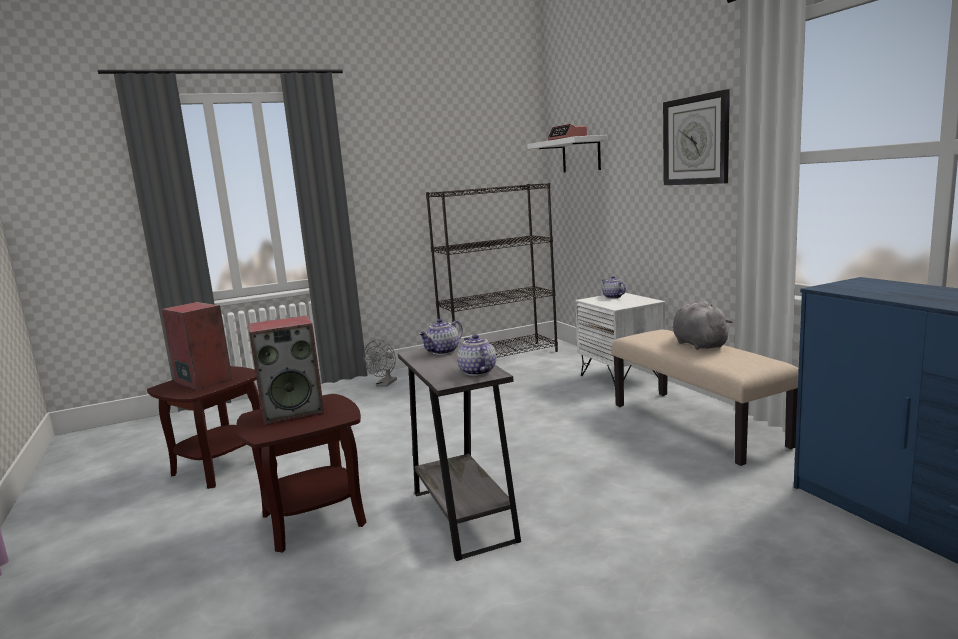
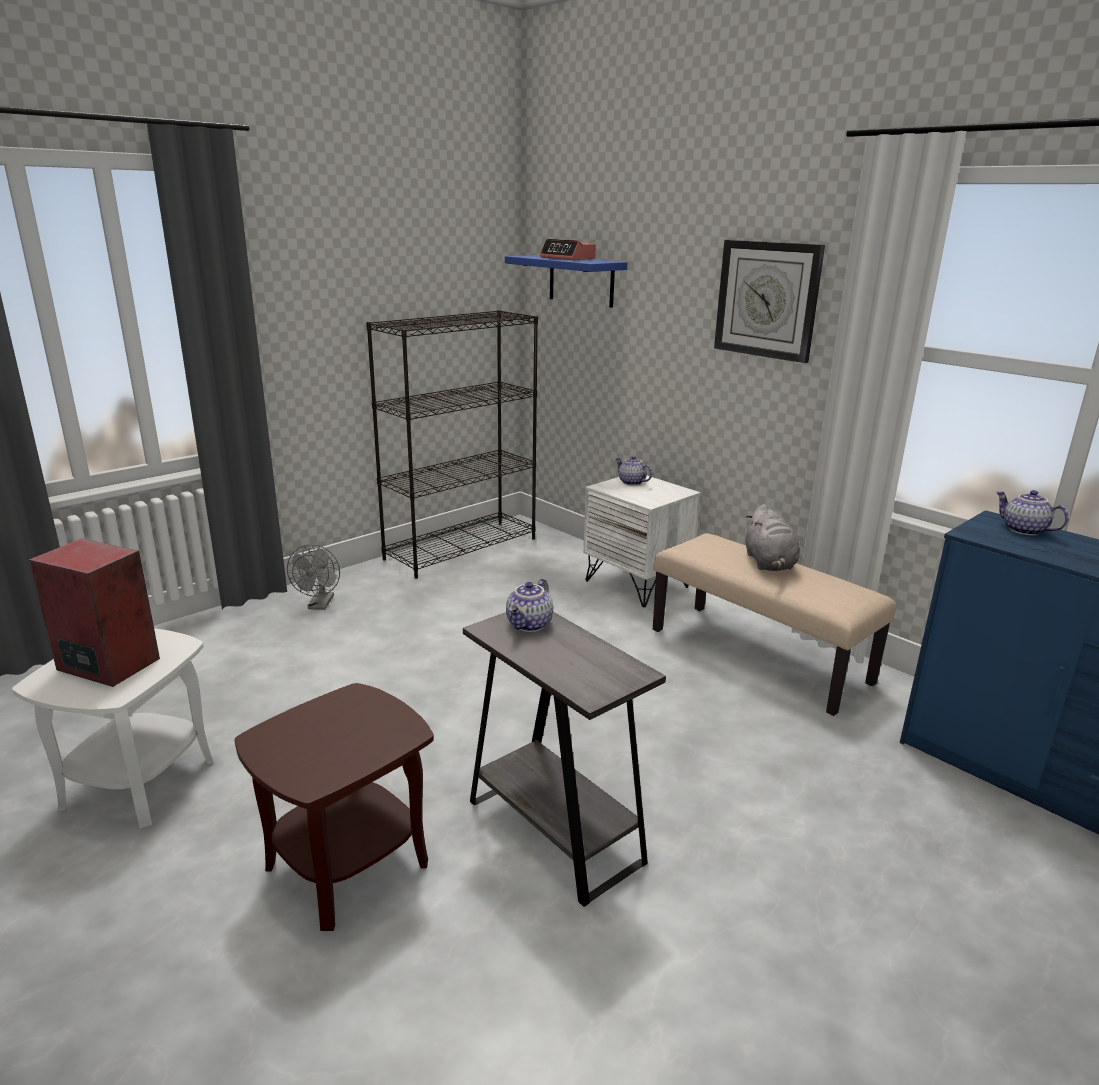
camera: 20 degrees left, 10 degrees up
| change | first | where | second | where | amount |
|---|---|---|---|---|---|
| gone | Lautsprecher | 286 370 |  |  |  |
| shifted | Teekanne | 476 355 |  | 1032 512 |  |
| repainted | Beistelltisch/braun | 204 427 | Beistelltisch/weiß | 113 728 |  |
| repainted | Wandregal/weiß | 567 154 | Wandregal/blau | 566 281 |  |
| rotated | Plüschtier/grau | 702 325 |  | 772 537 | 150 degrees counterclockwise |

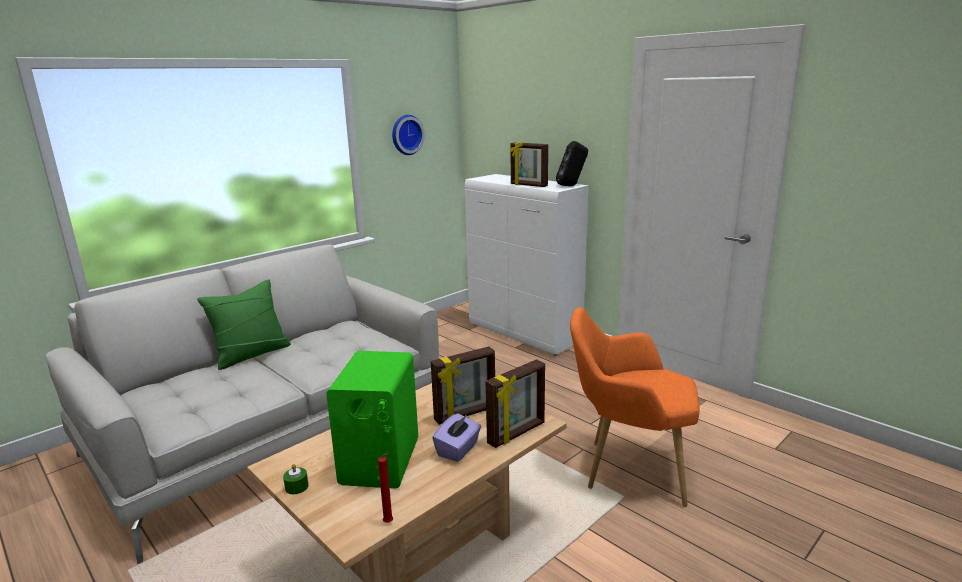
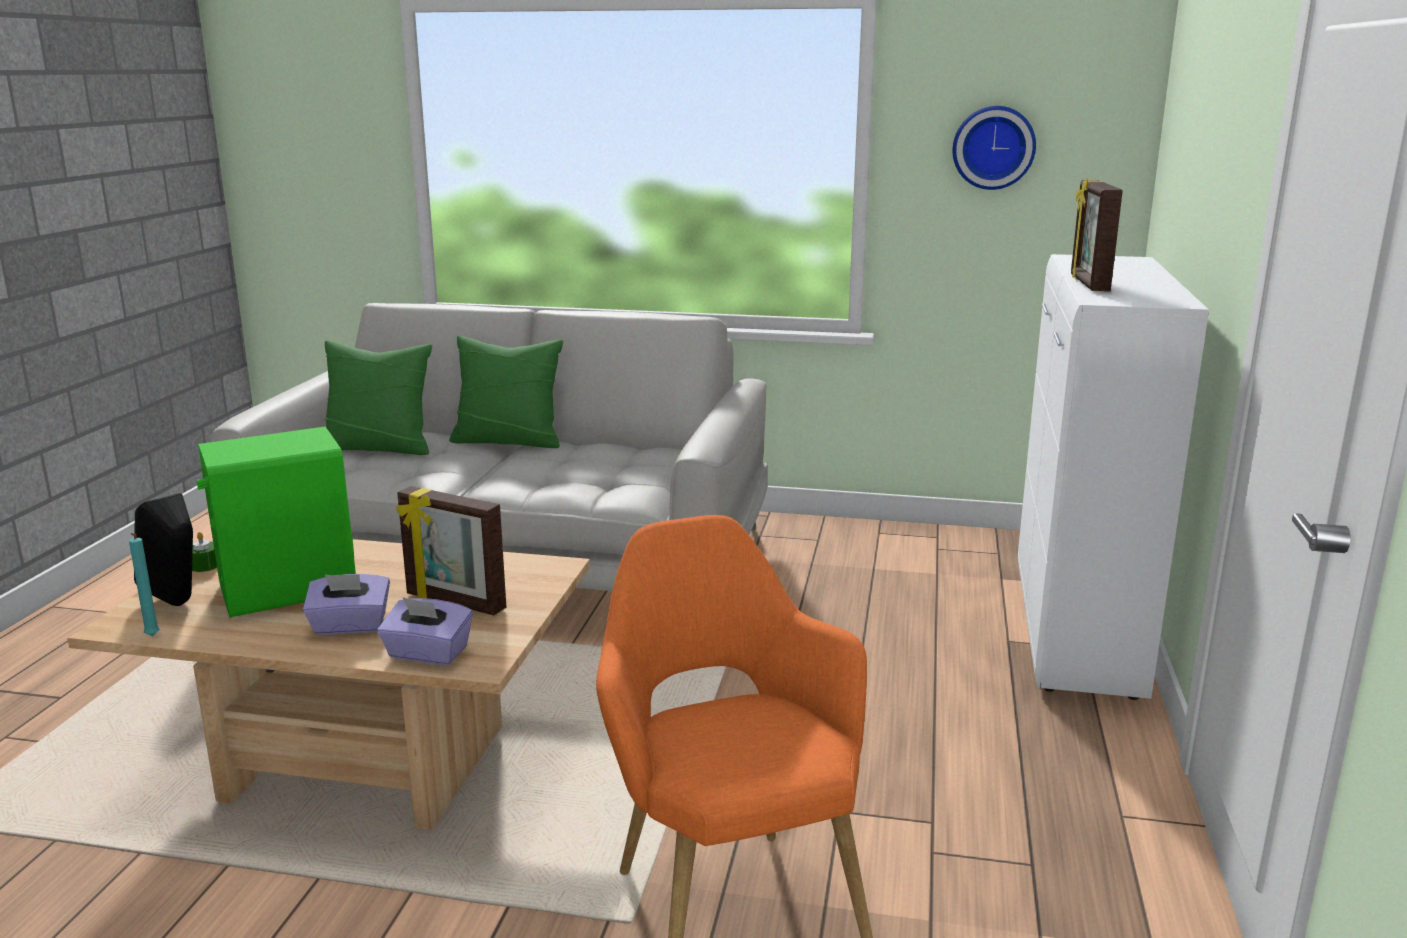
camera: 55 degrees right, 0 degrees up
| change | first | where | second | where | amount |
|---|---|---|---|---|---|
| new |  |  | Kissen/grün | 378 398 |  |
| shifted | Lautsprecher/schwarz | 572 163 |  | 163 549 |  |
| swapped | Bilderrahmen | 515 403 | Taschentuchbox/lila | 425 631 |  |
| repainted | Kerze/rot | 385 488 | Kerze/türkis | 144 584 |  |

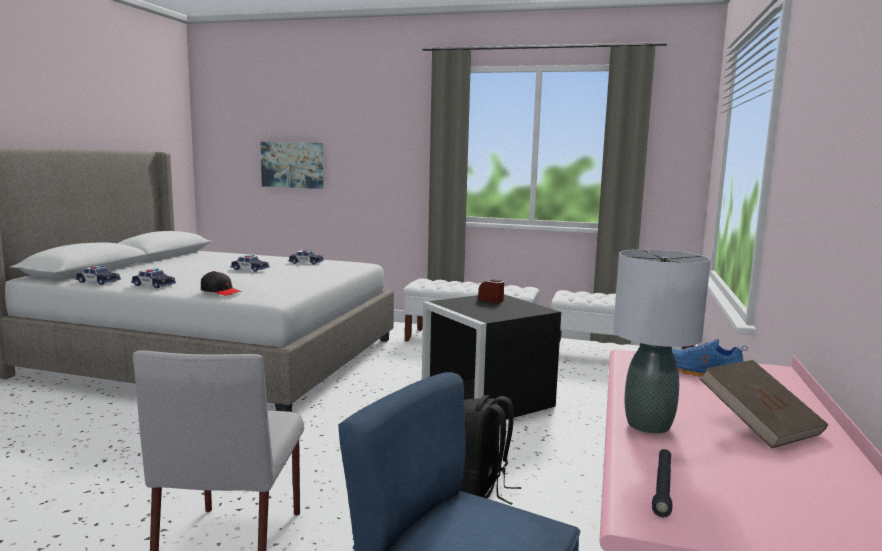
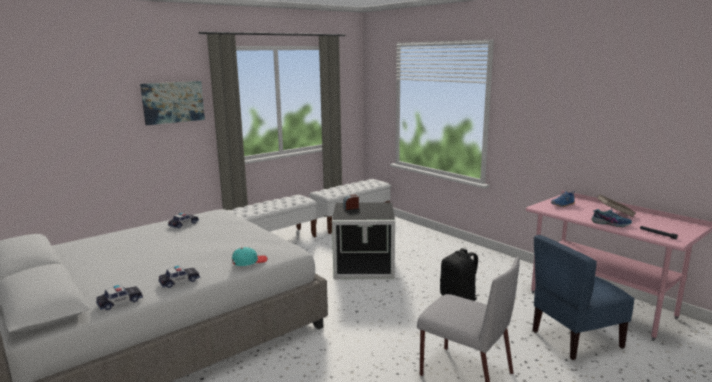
camera: 55 degrees left, 5 degrees up
| change | first | where | second | where | amount |
|---|---|---|---|---|---|
| gone | Spielzeugauto | 250 263 |  |  |  |
| shifted | Bild | 291 165 |  | 172 103 |  |
| swapped | Tischlampe/grau | 662 341 | Schuh | 611 217 |  |
| repainted | Kappe/schwarz | 221 283 | Kappe/türkis | 249 256 |  |

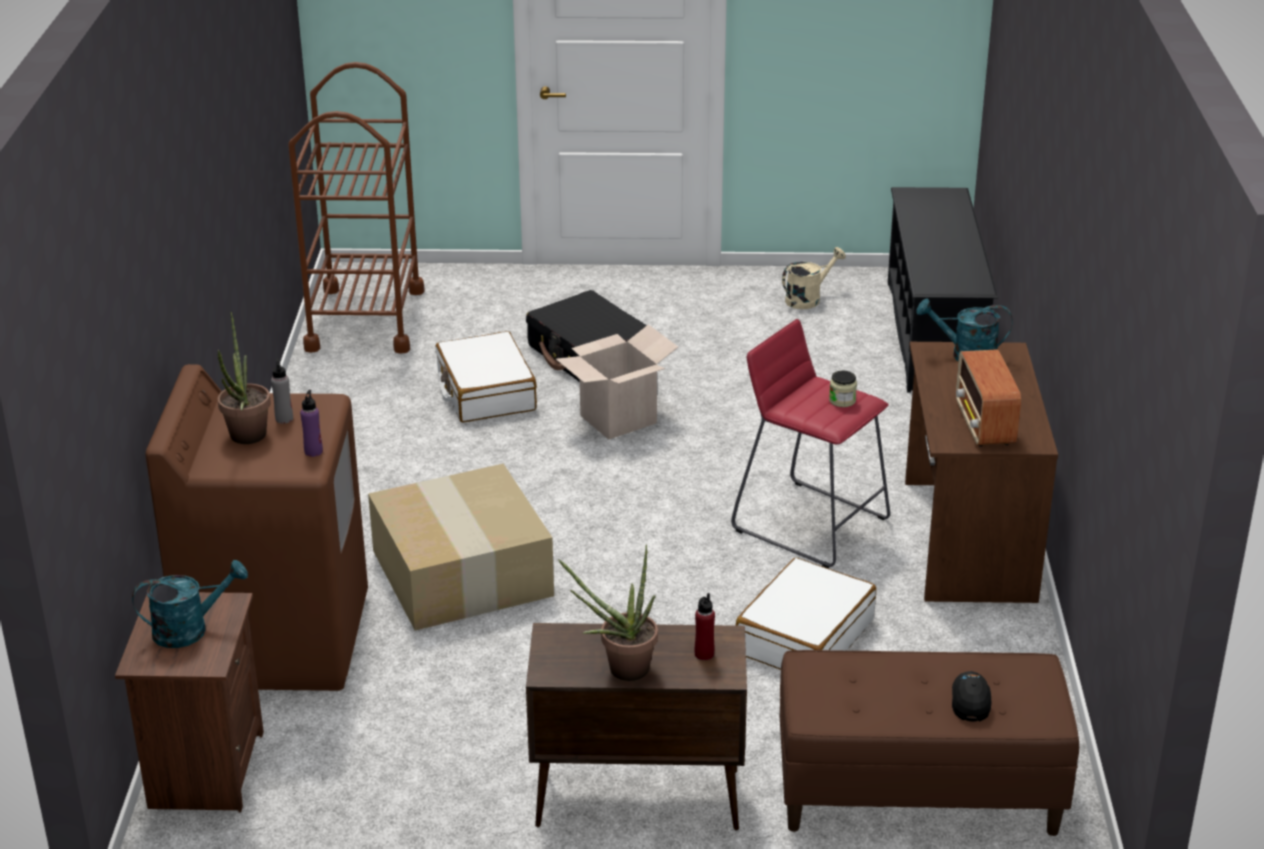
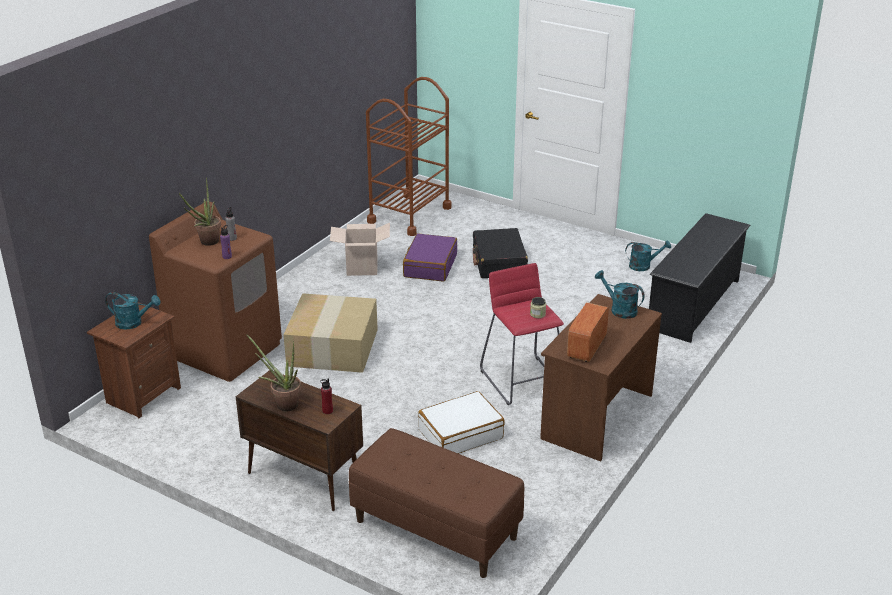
camera: 30 degrees right, 0 degrees up
| change | first | where | second | where | amount |
|---|---|---|---|---|---|
| gone | Kappe/schwarz | 971 696 |  |  |  |
| shifted | Karton | 617 381 |  | 360 249 |  |
| repainted | Koffer/weiß | 486 376 | Koffer/lila | 430 257 |  |
| repainted | Gießkanne/beige | 814 278 | Gießkanne/türkis | 648 255 |  |

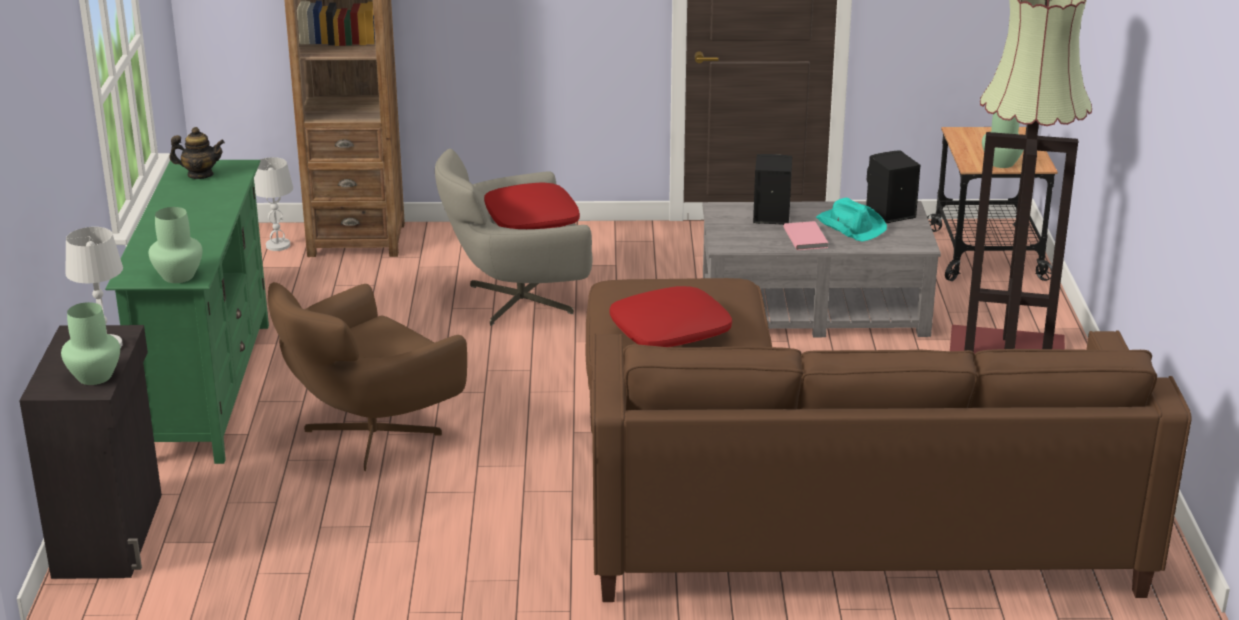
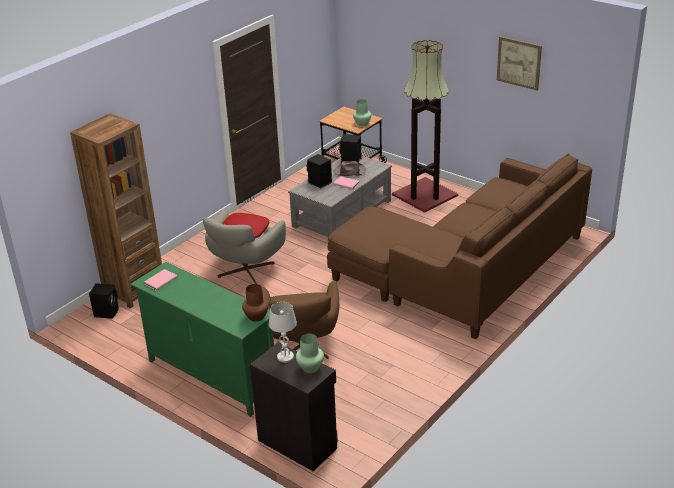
camera: 50 degrees left, 5 degrees up
| change | first | where | second | where | amount |
|---|---|---|---|---|---|
| gone | Kissen/rot | 670 316 |  |  |  |
| new |  |  | Bild | 519 63 |  |
| swapped | Teekanne | 197 153 | Buch/rosa | 160 279 |  |
| swapped | Tischlampe/weiß | 273 204 | Lautsprecher/schwarz | 104 301 |  |
| repainted | Vase/grün | 175 245 | Vase/braun | 255 303 |  |
| repainted | Hut/türkis | 851 220 | Hut/braun | 350 168 |  |

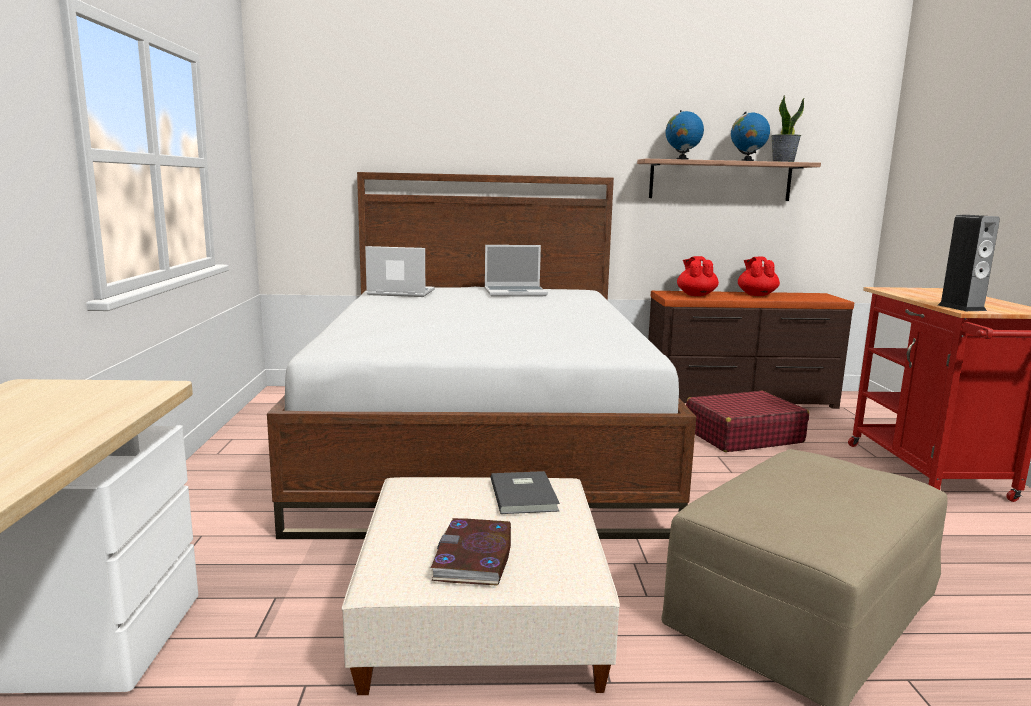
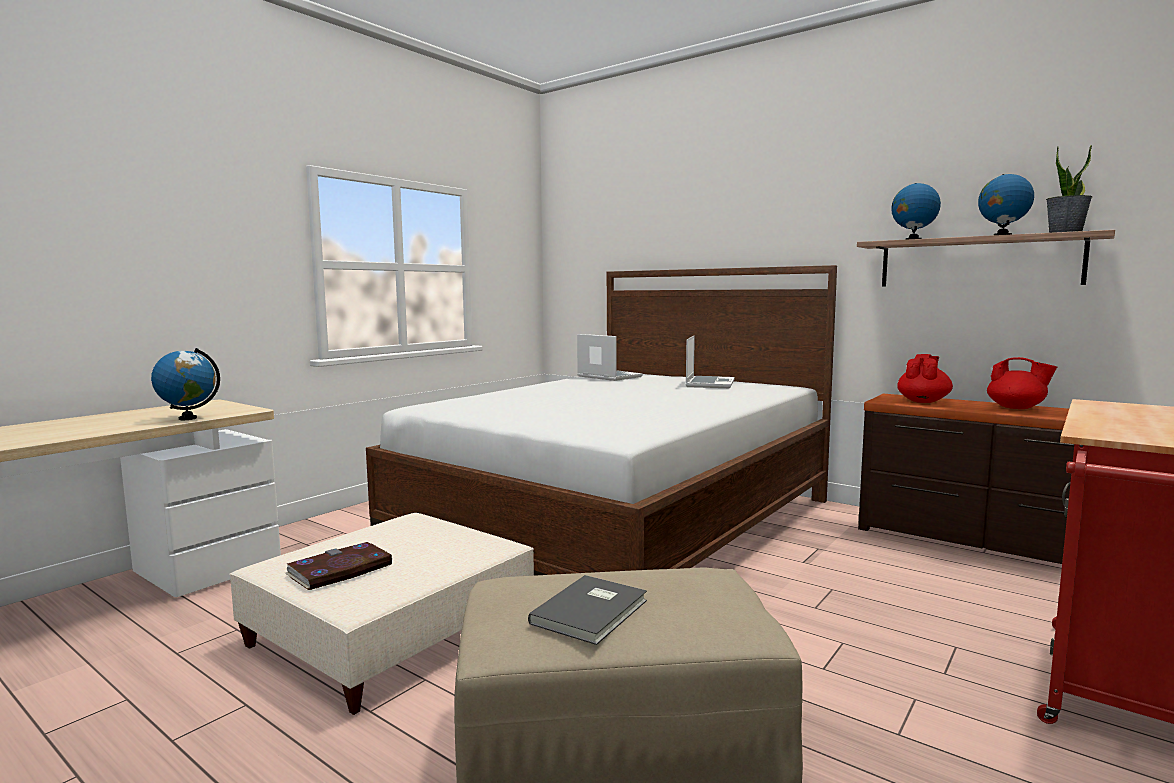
camera: 40 degrees right, 5 degrees down
| change | first | where | second | where | amount |
|---|---|---|---|---|---|
| gone | Koffer/rot | 747 421 |  |  |  |
| gone | Lautsprecher | 969 263 |  |  |  |
| new |  |  | Globus | 185 384 |  |
| shifted | Buch/grau | 525 492 |  | 587 610 |  |
| rotated | Laptop | 516 271 |  | 710 361 | 105 degrees counterclockwise |
| rotated | Teekanne/rot | 759 276 |  | 1022 383 | 90 degrees clockwise |

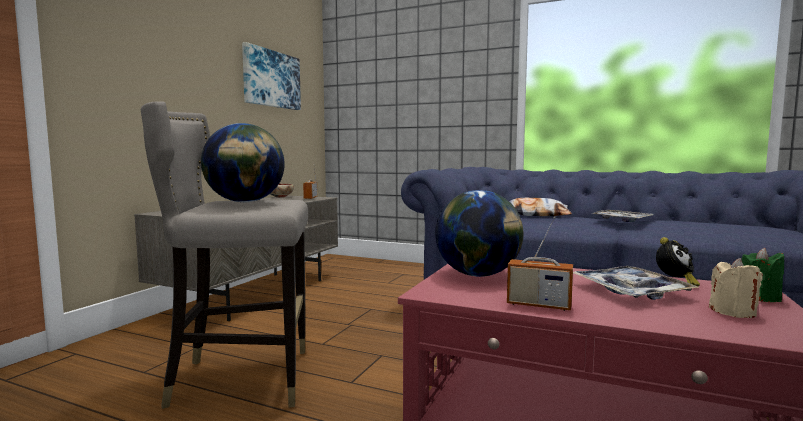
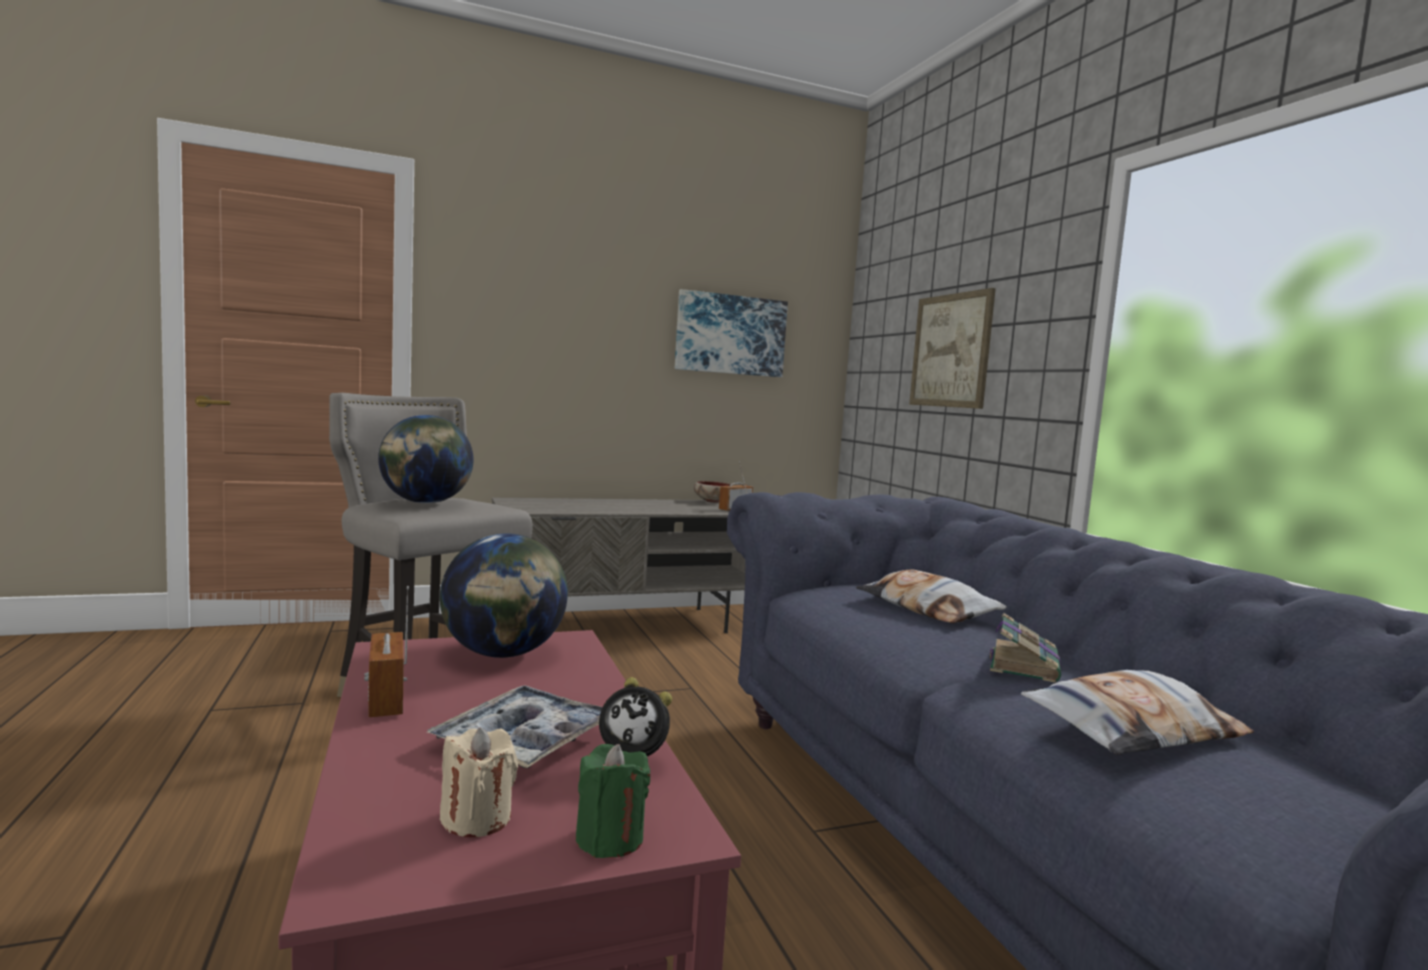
camera: 45 degrees right, 0 degrees up
| change | first | where | second | where | amount |
|---|---|---|---|---|---|
| new |  |  | Bild | 952 348 |  |
| new |  |  | Kissen | 1137 712 |  |
| swapped | Tablett | 623 216 | Buch | 1025 648 |  |

